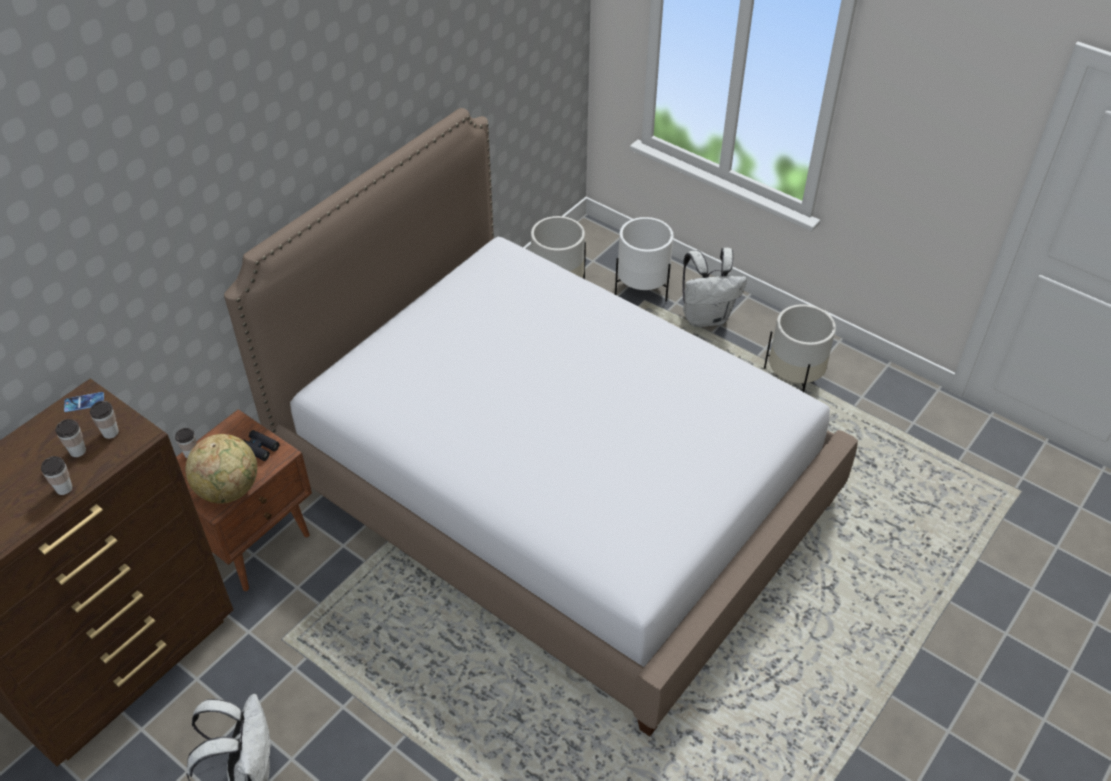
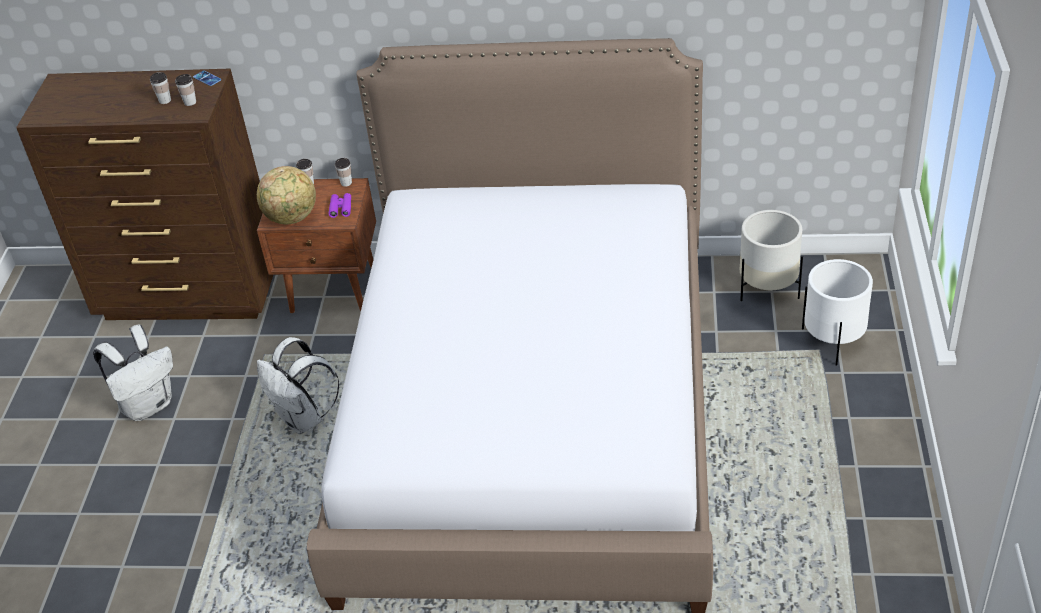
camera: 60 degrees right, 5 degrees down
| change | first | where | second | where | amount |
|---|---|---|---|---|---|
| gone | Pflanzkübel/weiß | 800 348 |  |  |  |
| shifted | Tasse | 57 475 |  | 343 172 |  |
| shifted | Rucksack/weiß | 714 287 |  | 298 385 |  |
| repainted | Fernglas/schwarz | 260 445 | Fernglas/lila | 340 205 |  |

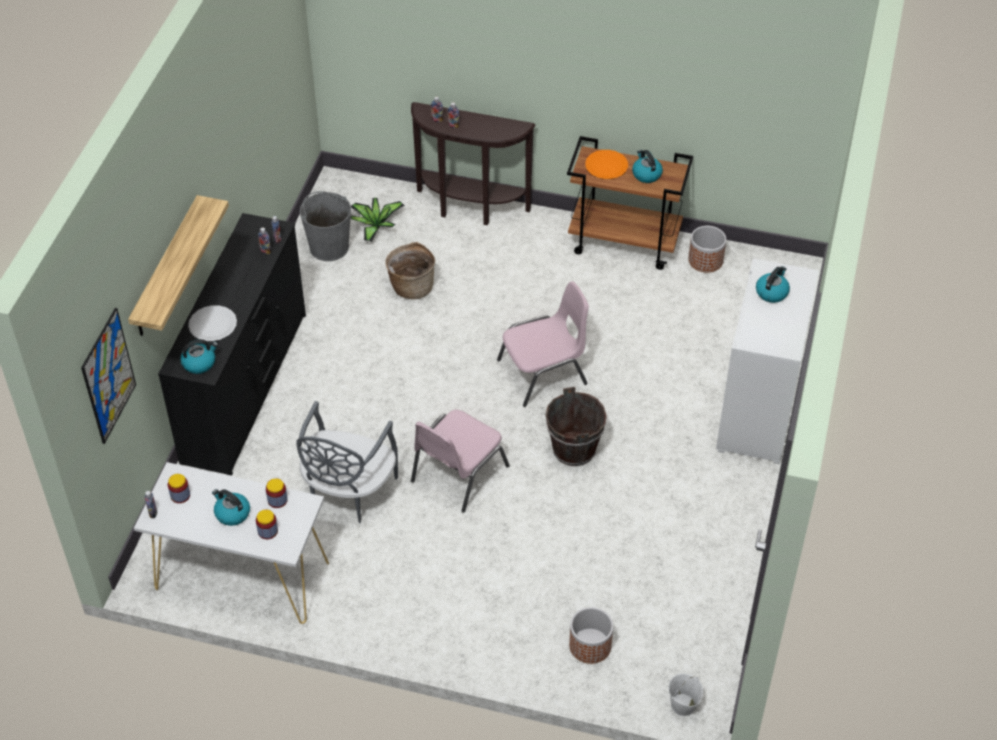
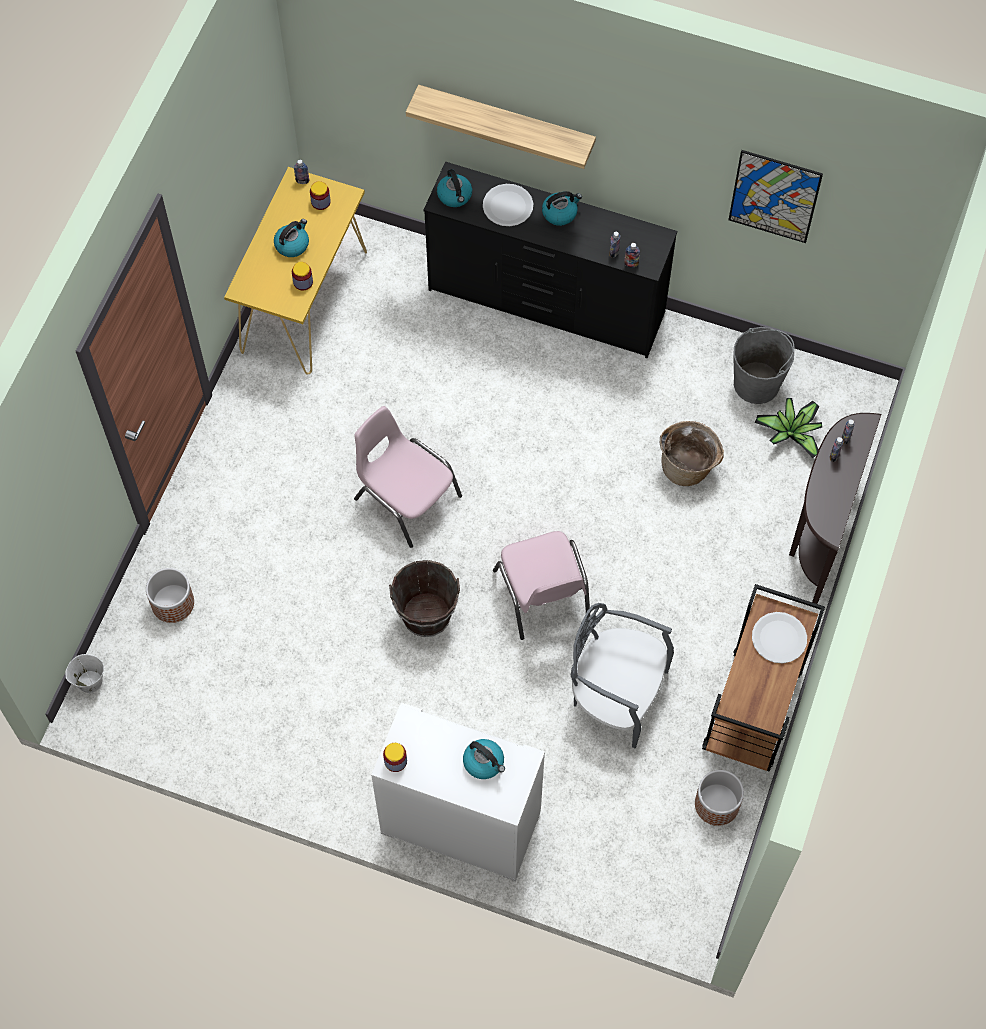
camera: 95 degrees right, 15 degrees up
| change | first | where | second | where | amount |
|---|---|---|---|---|---|
| shifted | Bild | 108 376 |  | 776 196 |  |
| shifted | Vorratsglas | 267 524 |  | 395 757 |  |
| shifted | Stuhl/grau | 347 462 |  | 622 675 |  |
| shifted | Wasserkessel | 647 166 |  | 562 208 |  |
| repainted | Konsolentisch/weiß | 231 543 | Konsolentisch/gelb | 295 271 |  |
| repainted | Teller/orange | 606 164 | Teller/weiß | 779 637 |  |

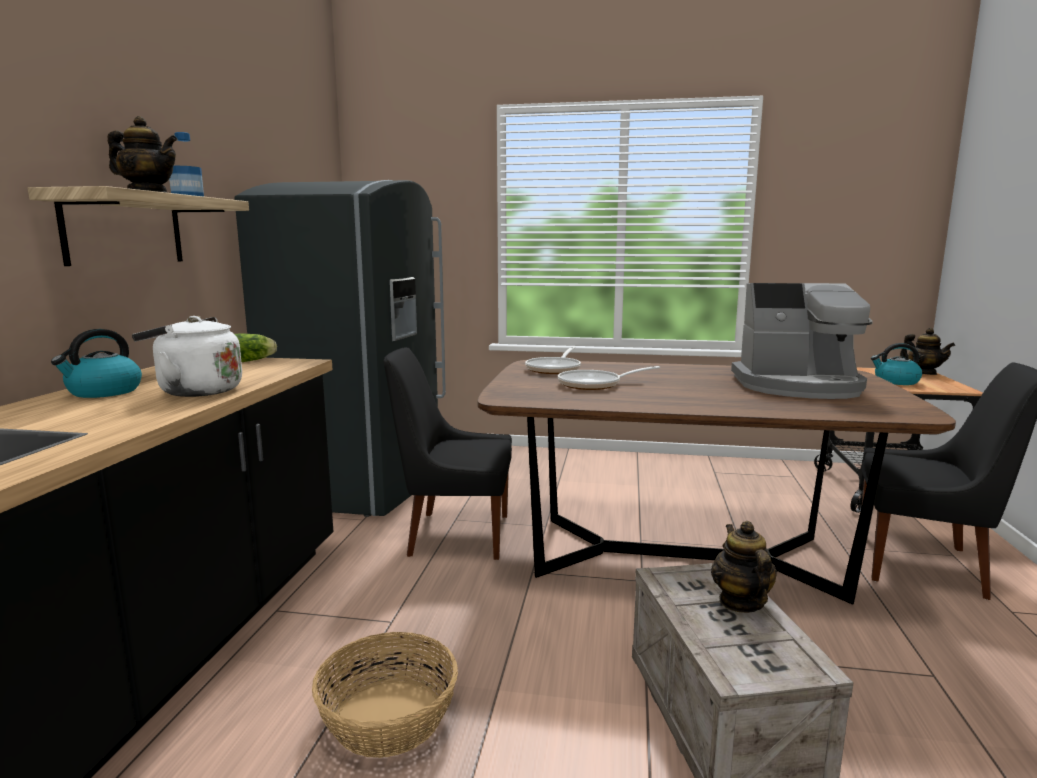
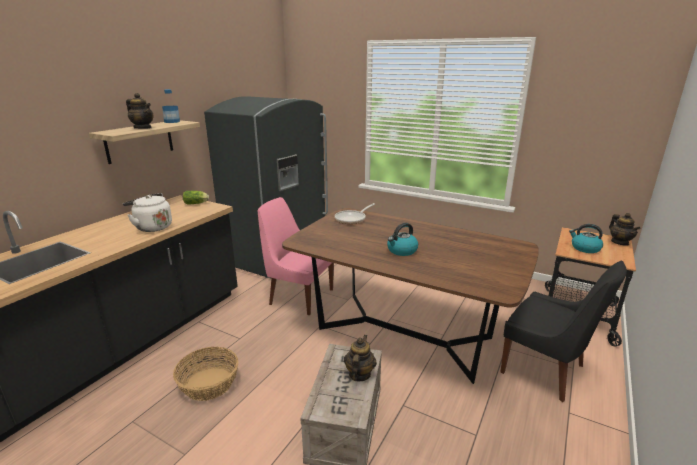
camera: 20 degrees right, 10 degrees up
| change | first | where | second | where | amount |
|---|---|---|---|---|---|
| gone | Pfanne | 609 378 |  |  |  |
| gone | Kaffeemaschine | 802 341 |  |  |  |
| shifted | Wasserkessel | 96 363 |  | 402 239 |  |
| repainted | Stuhl/schwarz | 448 453 | Stuhl/rosa | 296 256 |  |

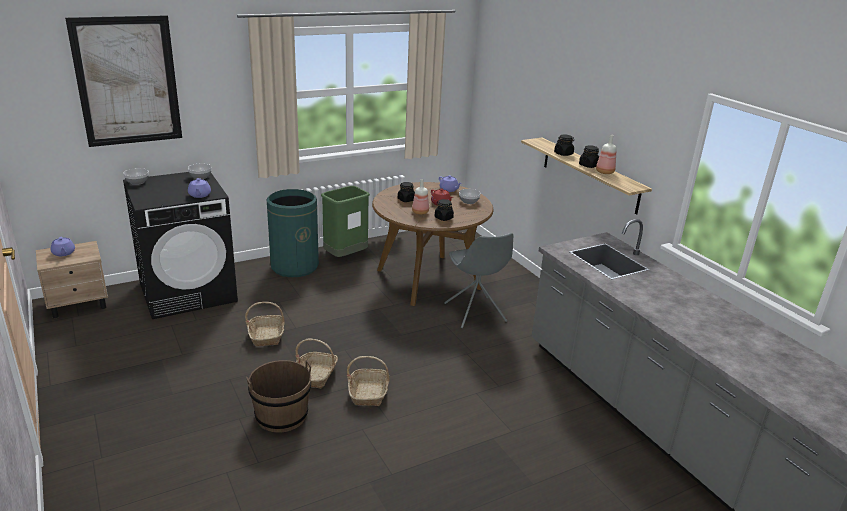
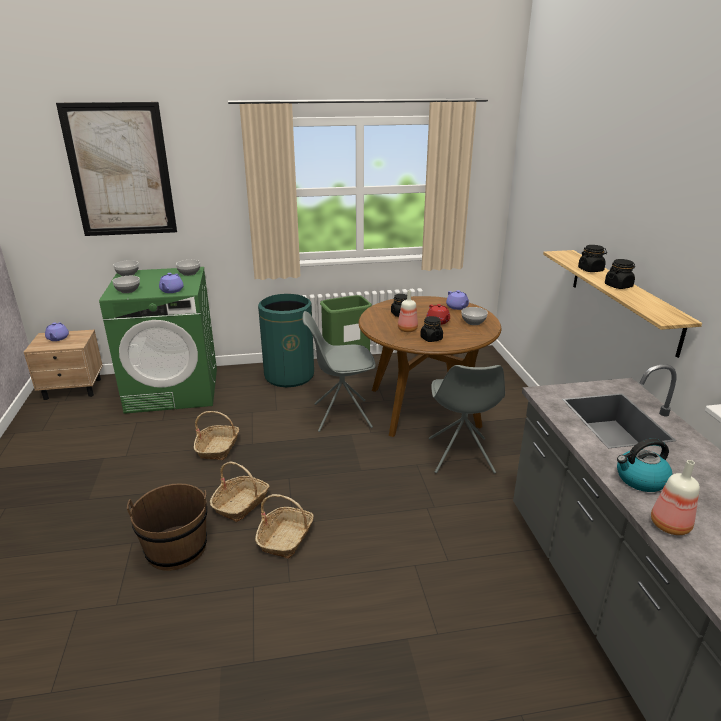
camera: 20 degrees right, 0 degrees up
| change | first | where | second | where | amount |
|---|---|---|---|---|---|
| new |  |  | Schüssel | 126 284 |  |
| new |  |  | Stuhl/grau | 339 371 |  |
| new |  |  | Wasserkessel | 644 465 |  |
| shifted | Flasche | 606 154 |  | 675 497 |  |
| repainted | Waschmaschine/schwarz | 180 245 | Waschmaschine/grün | 158 340 |  |

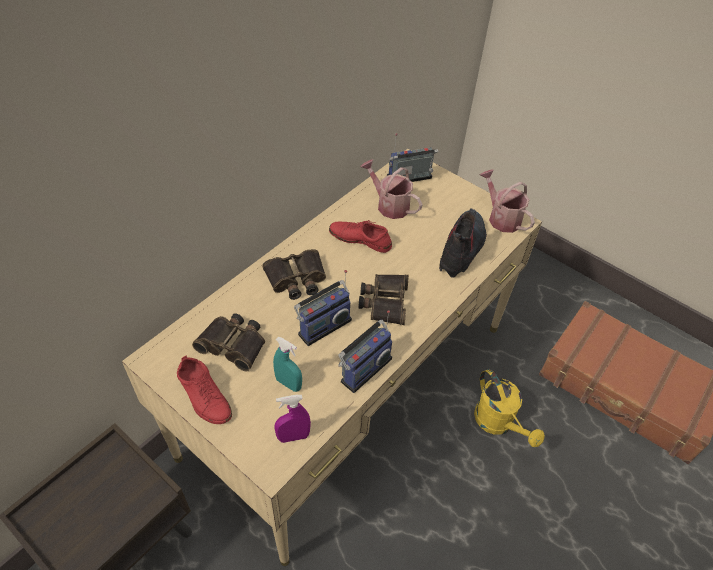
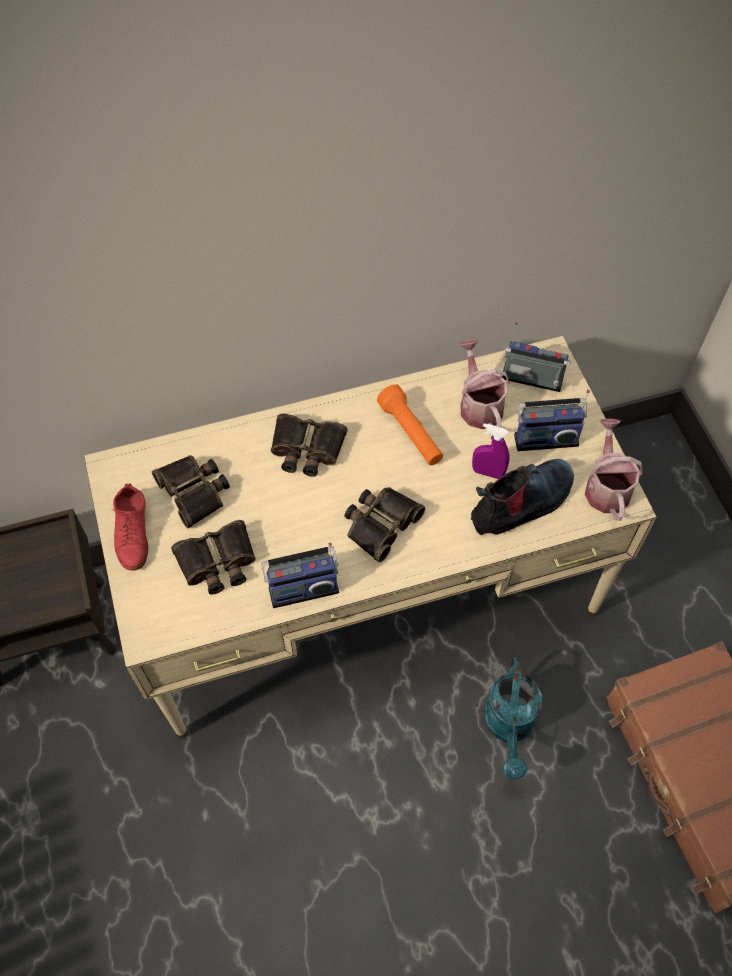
camera: 35 degrees right, 10 degrees up
| change | first | where | second | where | amount |
|---|---|---|---|---|---|
| shifted | Sprühflasche/lila | 292 419 |  | 491 451 |  |
| shifted | Radio | 323 308 |  | 552 420 |  |
| swapped | Sprühflasche/türkis | 287 364 | Fernglas | 213 557 |  |
| swapped | Schuh/rot | 360 236 | Taschenlampe/orange | 410 424 |  |
| repainted | Gießkanne/gelb | 509 408 | Gießkanne/türkis | 513 718 |  |

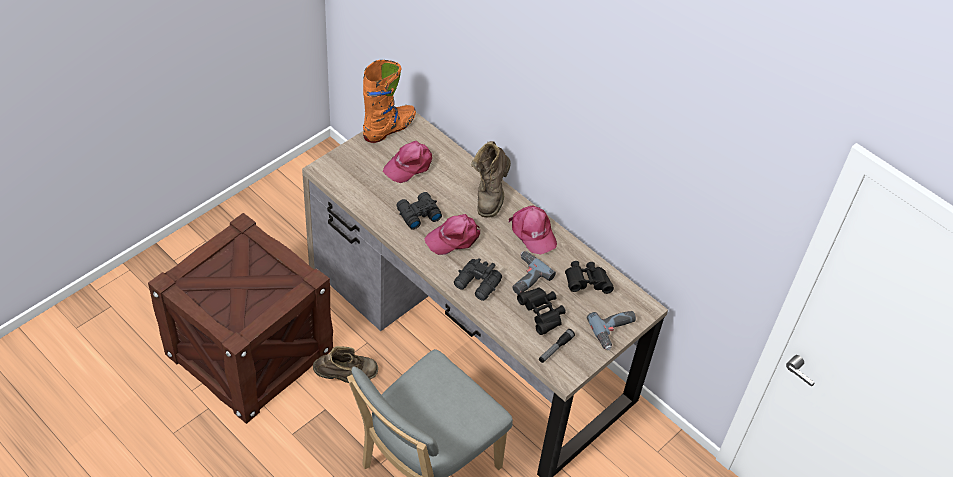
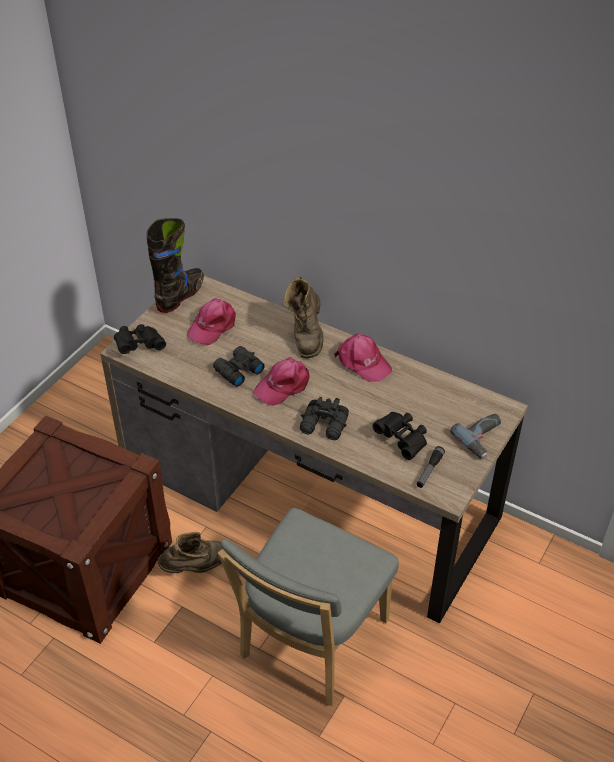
camera: 10 degrees left, 5 degrees down
| change | first | where | second | where | amount |
|---|---|---|---|---|---|
| gone | Bohrmaschine | 534 272 |  |  |  |
| shifted | Fernglas/schwarz | 589 277 |  | 140 339 |  |
| repainted | Stiefel/orange | 389 101 | Stiefel/schwarz | 175 265 |  |

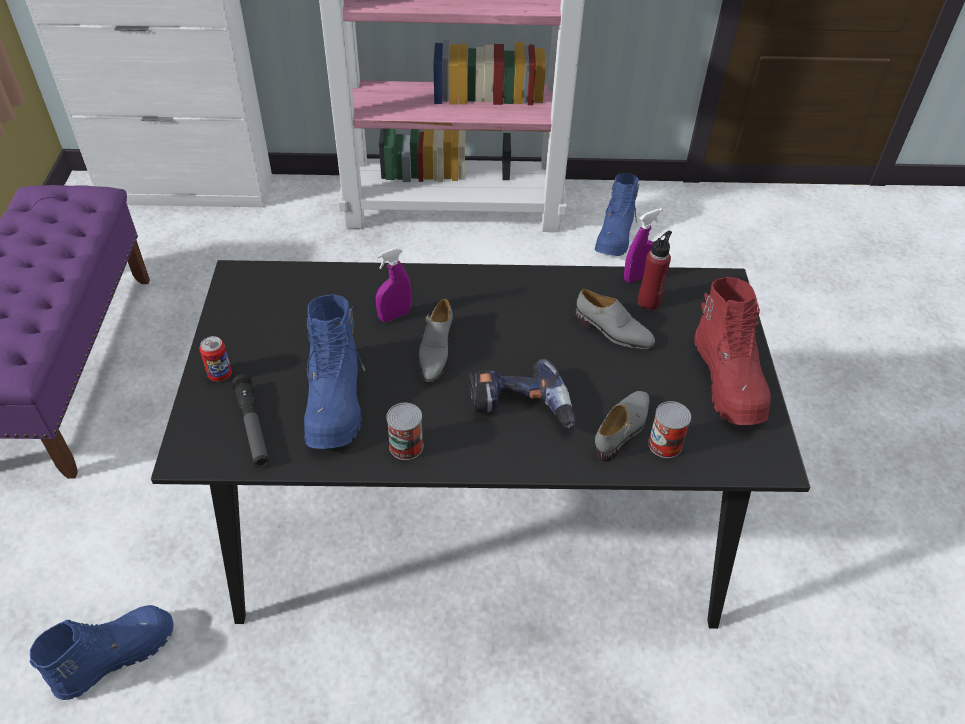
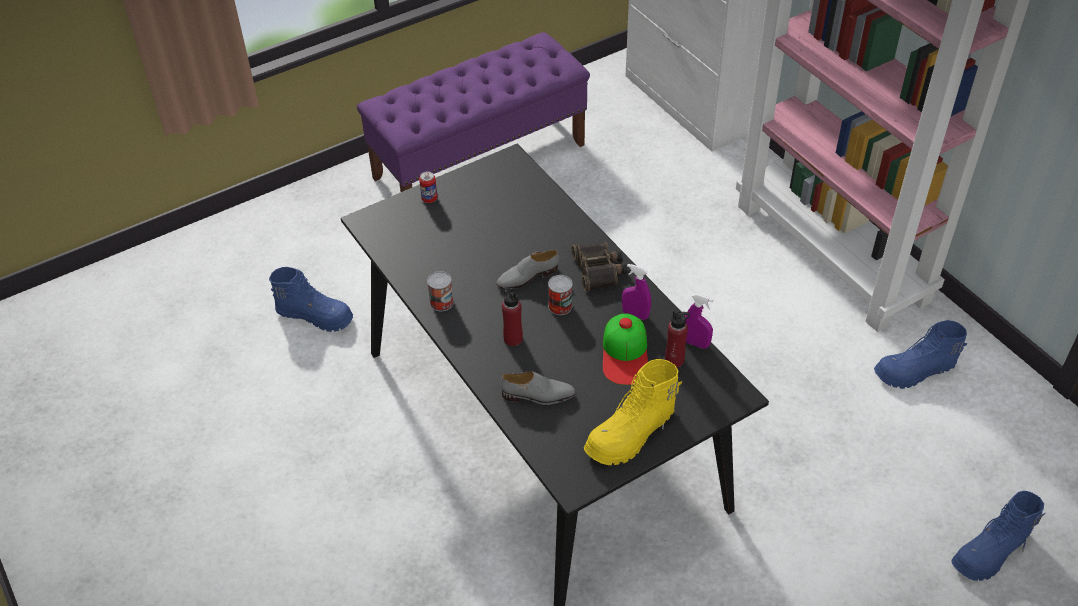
camera: 60 degrees right, 0 degrees up
| change | first | where | second | where | amount |
|---|---|---|---|---|---|
| gone | Taschenlampe | 250 420 |  |  |  |
| new |  |  | Fernglas | 599 266 |  |
| shifted | Stiefel/blau | 334 371 |  | 999 536 |  |
| shifted | Sprühflasche/lila | 393 284 |  | 636 292 |  |
| shifted | Dose | 669 429 |  | 560 295 |  |
| swapped | Bohrmaschine | 522 394 | Flasche/rot | 512 316 |  |
| swapped | Schuh/grau | 615 319 | Kappe | 625 349 |  |
| repainted | Stiefel/rot | 732 351 | Stiefel/gelb | 633 412 |  |

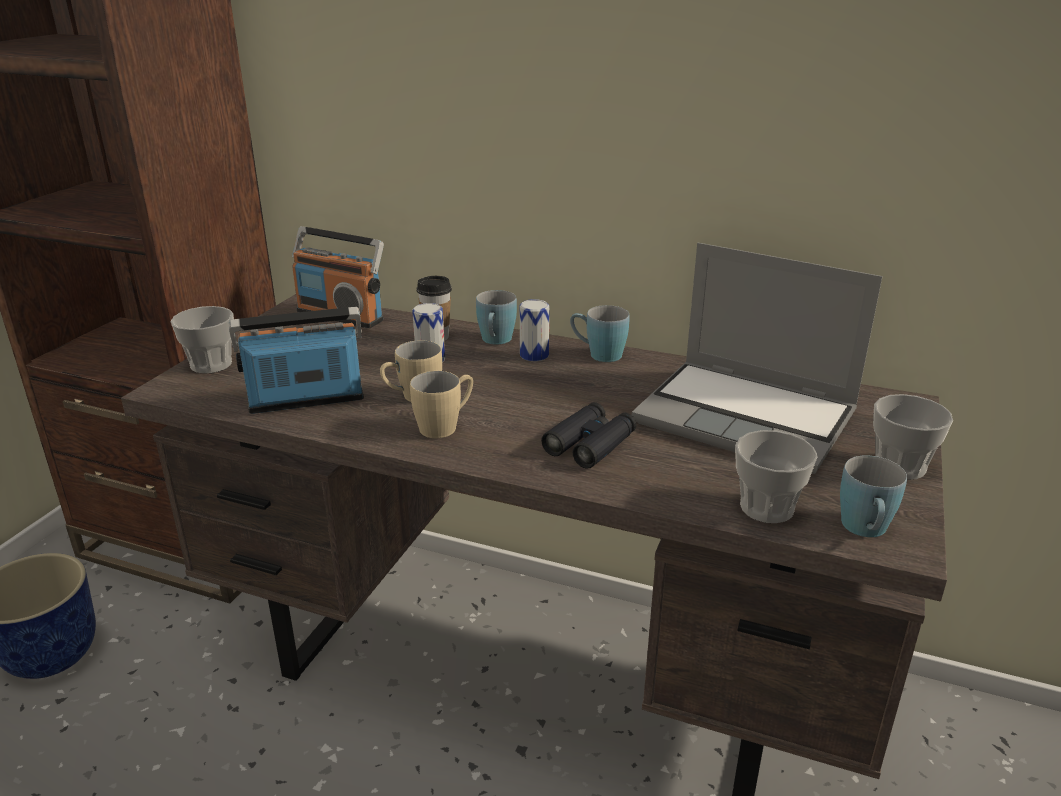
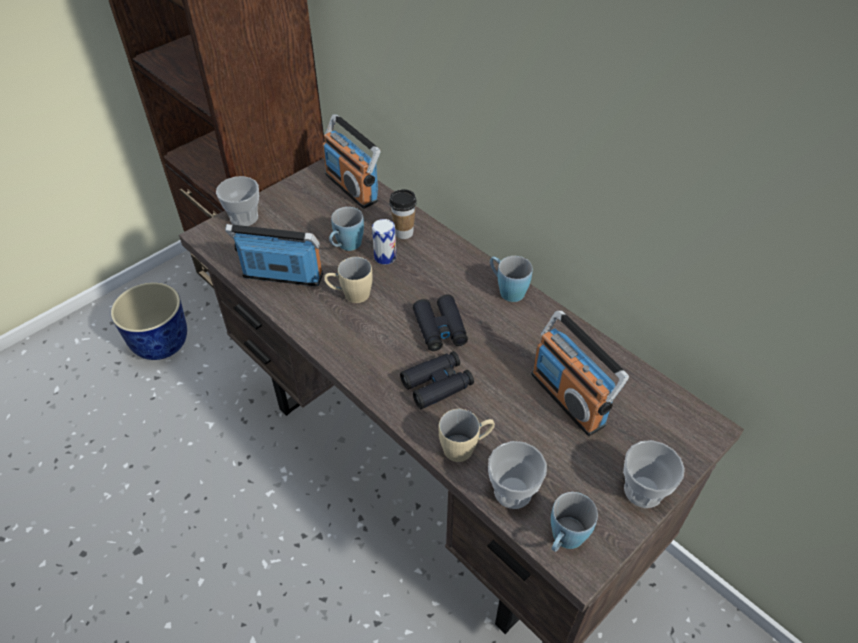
camera: 25 degrees right, 20 degrees up
| change | first | where | second | where | amount |
|---|---|---|---|---|---|
| gone | Dose | 534 330 |  |  |  |
| new |  |  | Fernglas/schwarz | 440 322 |  |
| shifted | Henkelbecher/beige | 441 404 |  | 467 435 |  |
| shifted | Henkelbecher/blau | 496 317 |  | 346 229 |  |
| swapped | Laptop | 757 358 | Radio | 580 373 |  |

